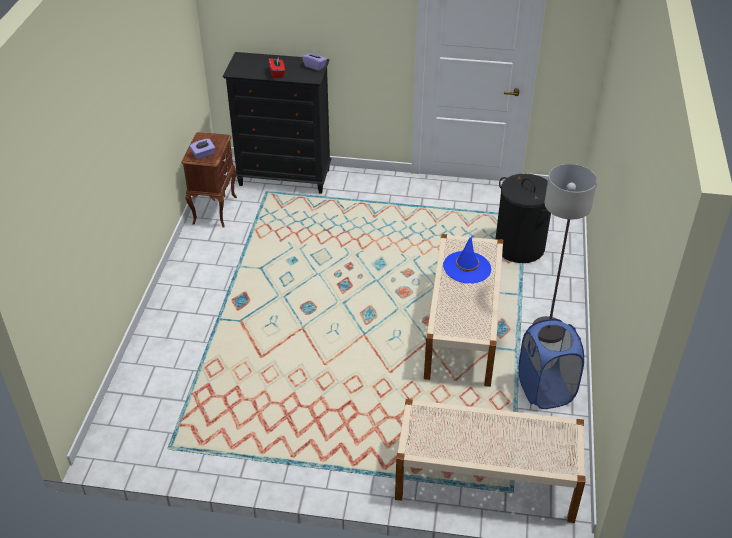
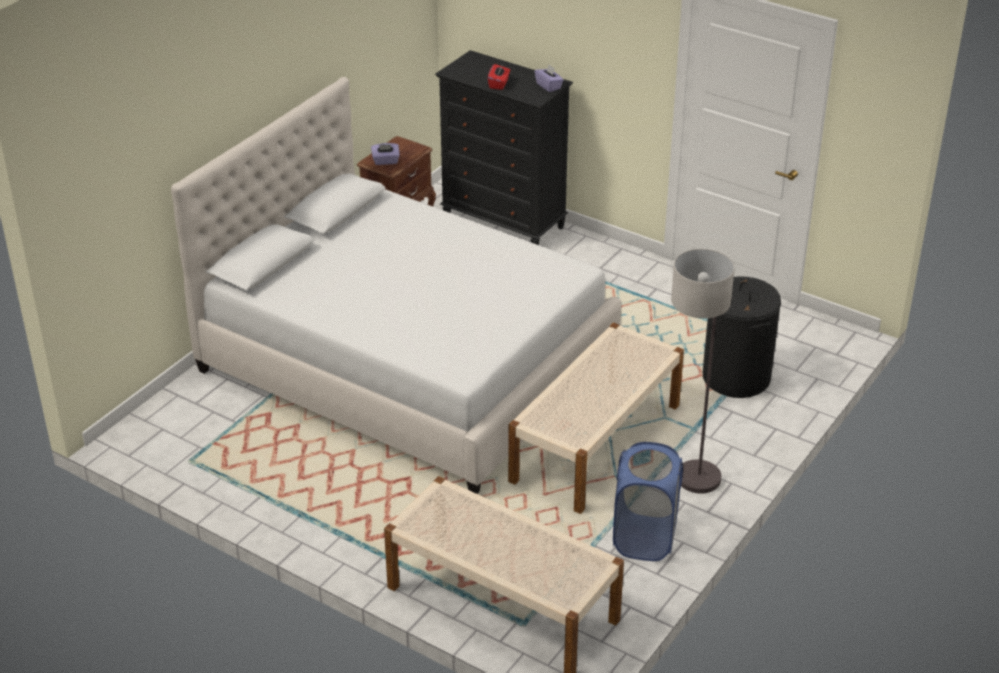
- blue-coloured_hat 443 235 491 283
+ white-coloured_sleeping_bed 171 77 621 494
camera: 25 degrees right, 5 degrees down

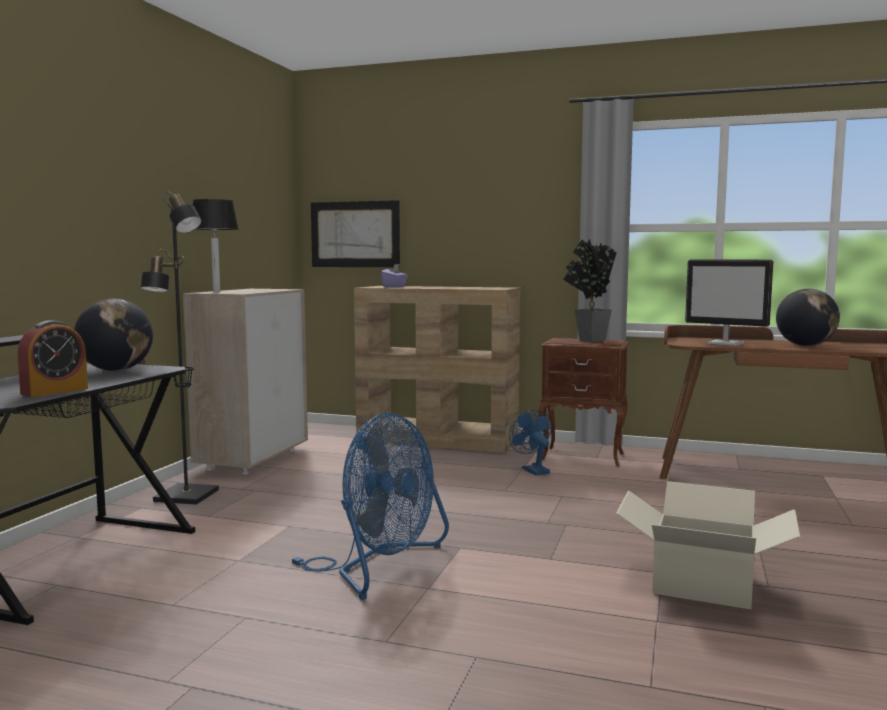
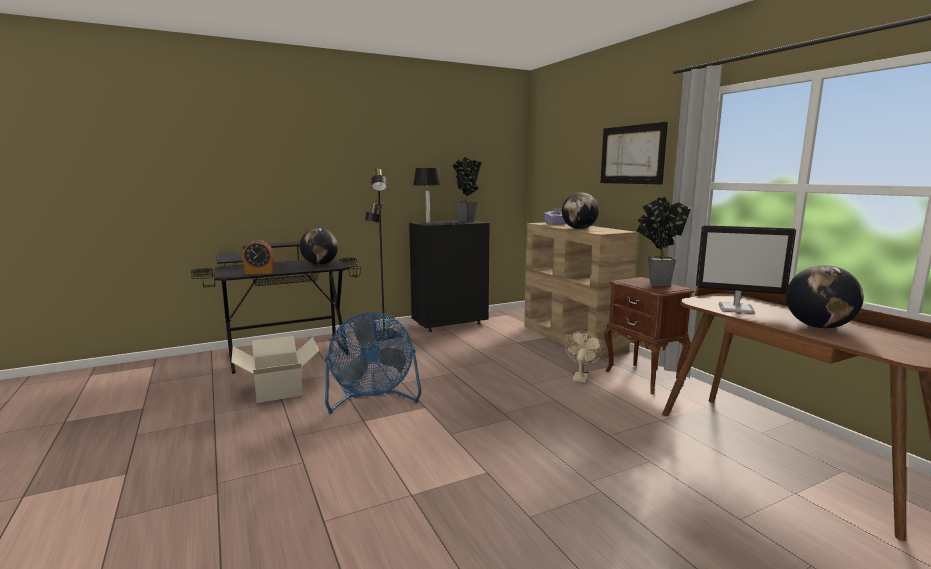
+ potted_plant 453 157 481 222
+ world_globe 562 192 599 229
~ wall_picture 311 200 400 267 to 600 122 668 185
~ cardboard_box 616 481 800 609 to 231 336 319 403
~ beige-coloured_cabinet 183 289 308 475 to blackish_cabinet 409 220 490 332
~ blue-coloured_electric_fan 509 409 552 476 to beige-coloured_electric_fan 565 331 603 383
~ computer_screen 685 260 773 346 = 696 225 796 313 60 degrees counterclockwise
camera: 45 degrees right, 5 degrees up

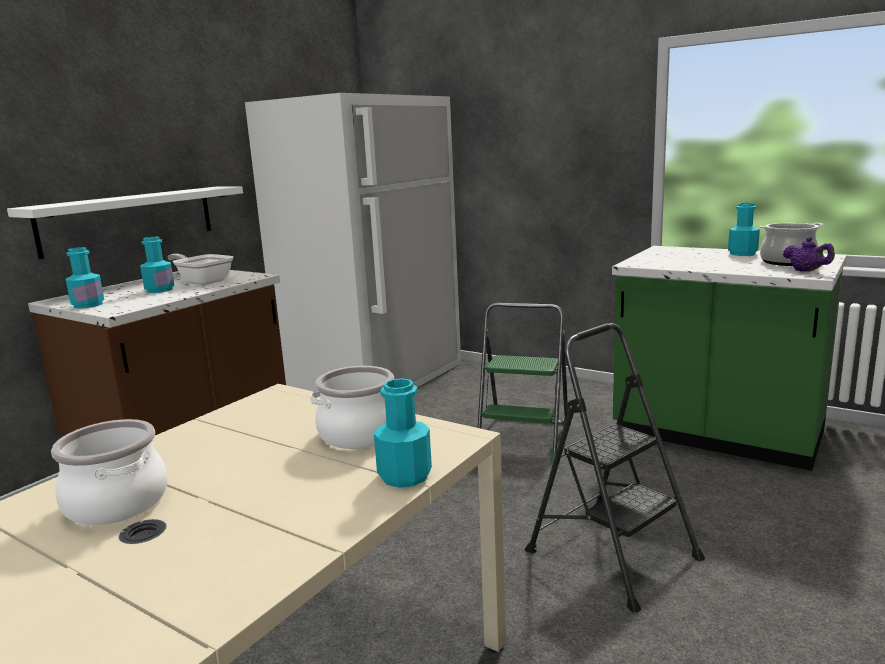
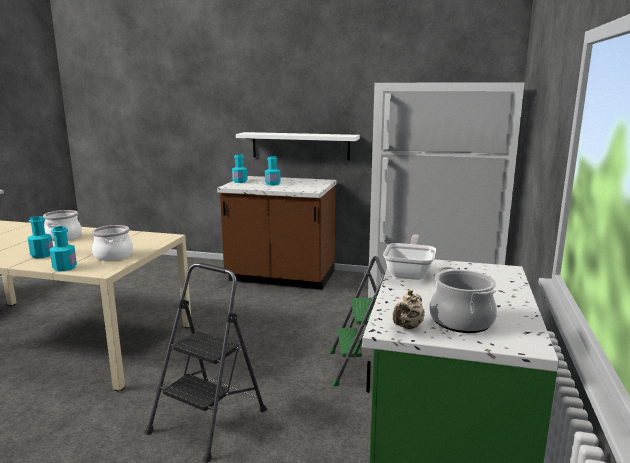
~ pan 168 254 233 285 to 383 235 436 280
~ turquoise-coloured_beverage_bottle 728 203 760 256 to 27 216 53 258
~ purplish_pot_for_tea 783 237 835 272 to beige-coloured_pot_for_tea 392 289 425 329
camera: 70 degrees right, 0 degrees up

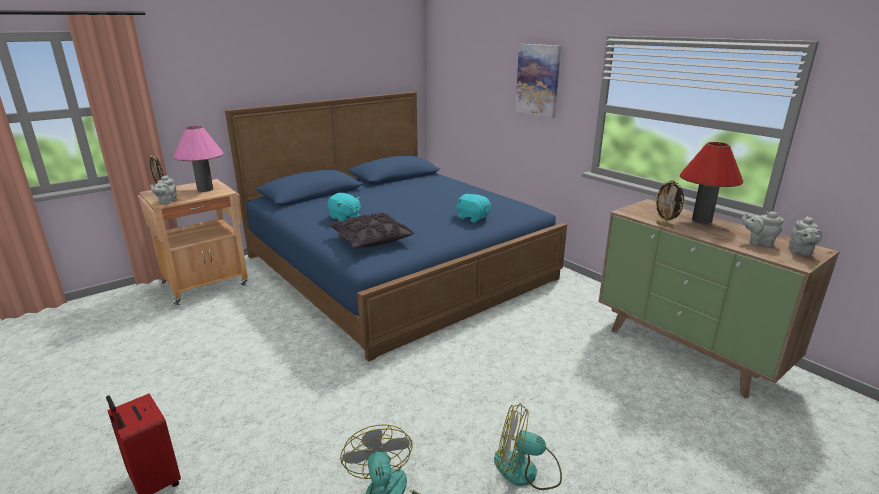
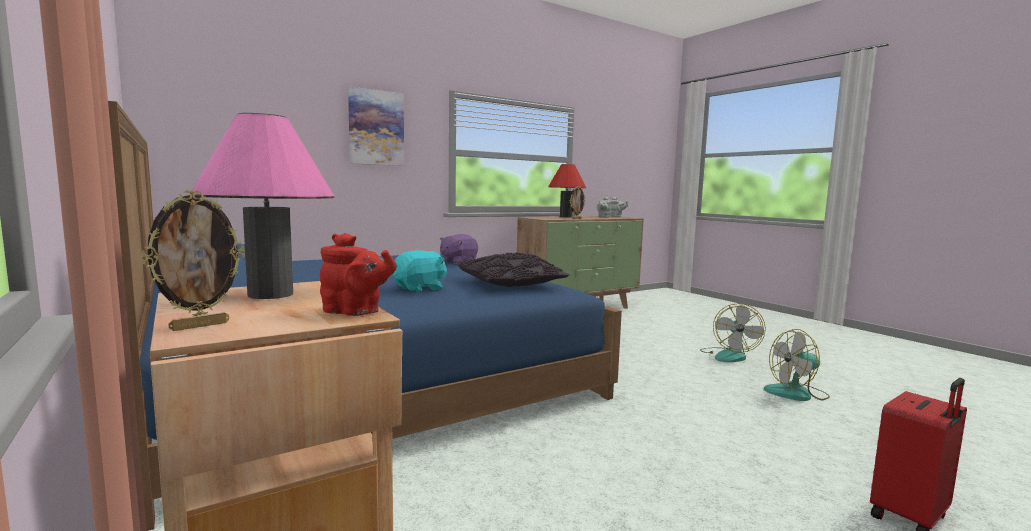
~ greyish_pot_for_tea 150 175 177 204 to reddish_pot_for_tea 320 233 396 316
~ turquoise-coloured_cuddly_toy 456 193 491 223 to purplish_cuddly_toy 440 234 478 264
camera: 85 degrees left, 15 degrees down

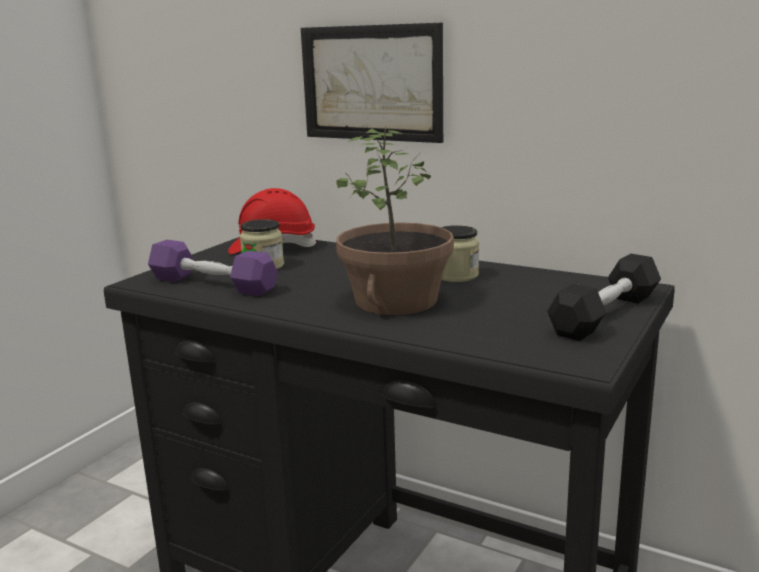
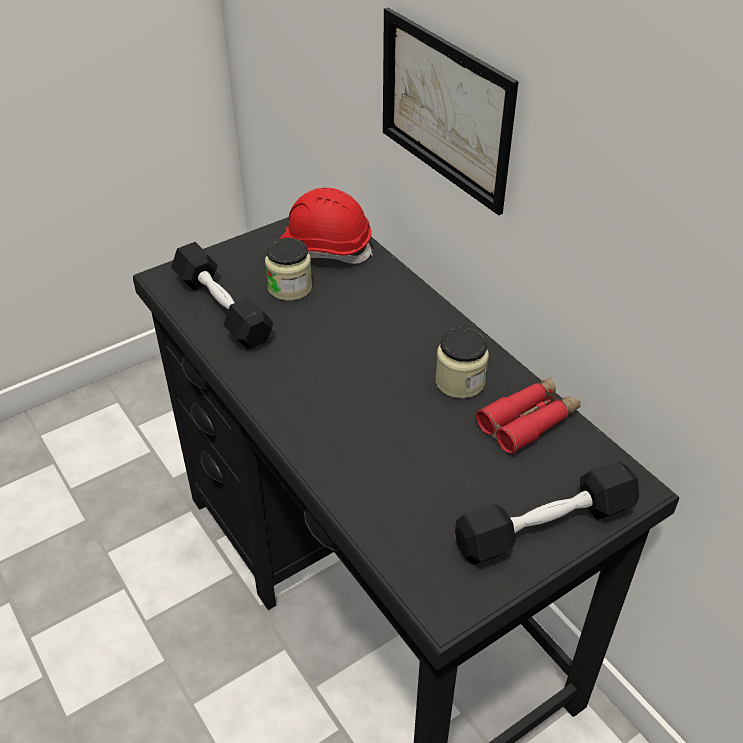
- potted_plant 336 127 454 315
+ reddish_binoculars 476 377 581 454
~ purplish_hand_weight 148 240 278 296 to blackish_hand_weight 171 242 273 350
camera: 25 degrees right, 25 degrees up

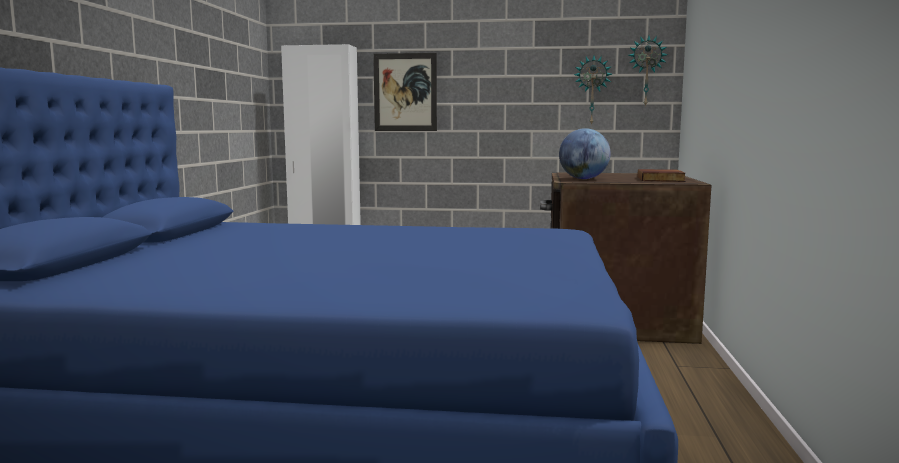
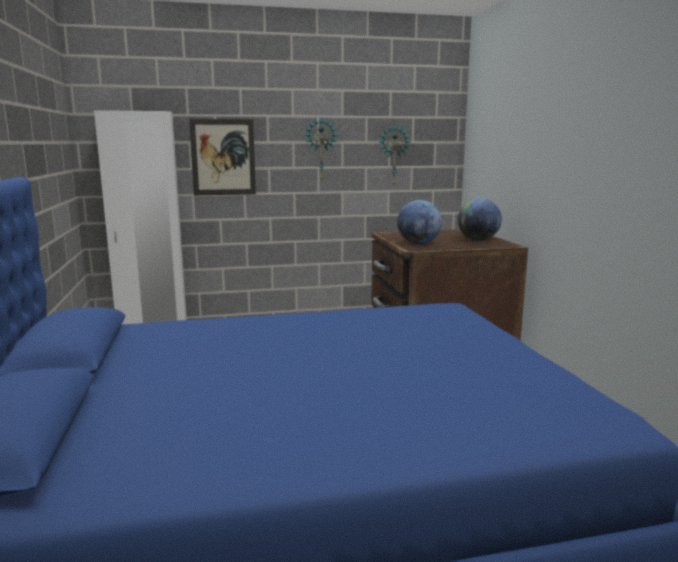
~ clock_on_the_wall 628 36 668 107 to 305 117 338 182
~ book 637 169 686 182 to world_globe 458 198 502 241
camera: 20 degrees left, 5 degrees up

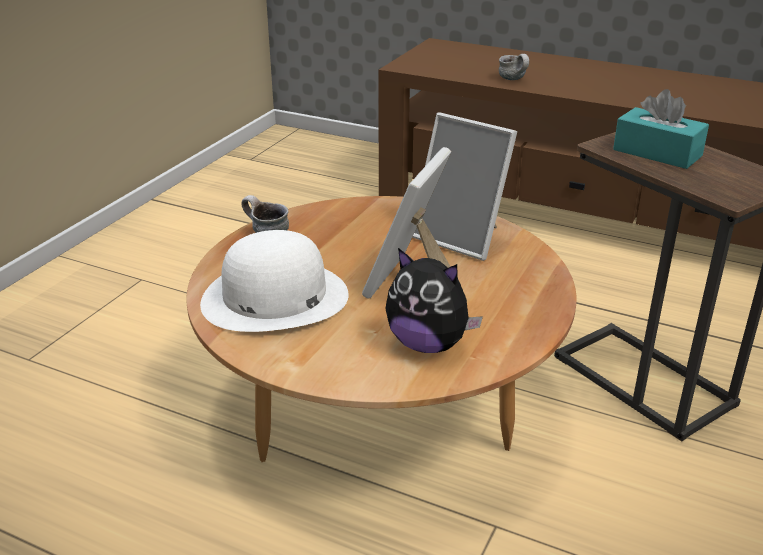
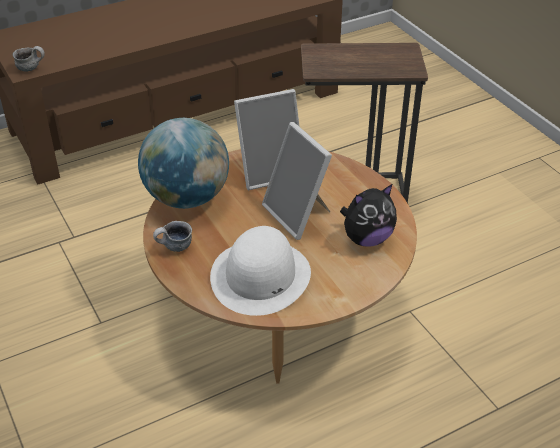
- turquoise-coloured_box_of_tissues 613 89 709 169
+ world_globe 138 118 229 209
~ coffee_mug 499 54 529 80 to 13 46 45 71
camera: 55 degrees left, 10 degrees up

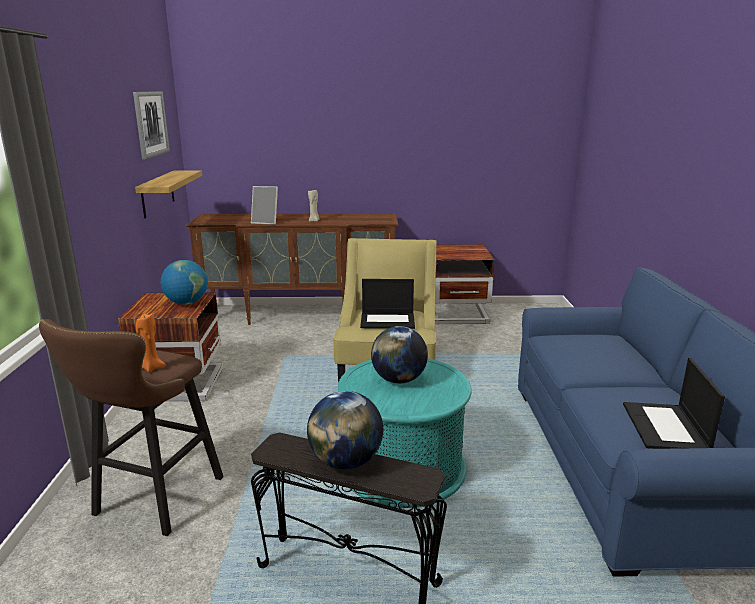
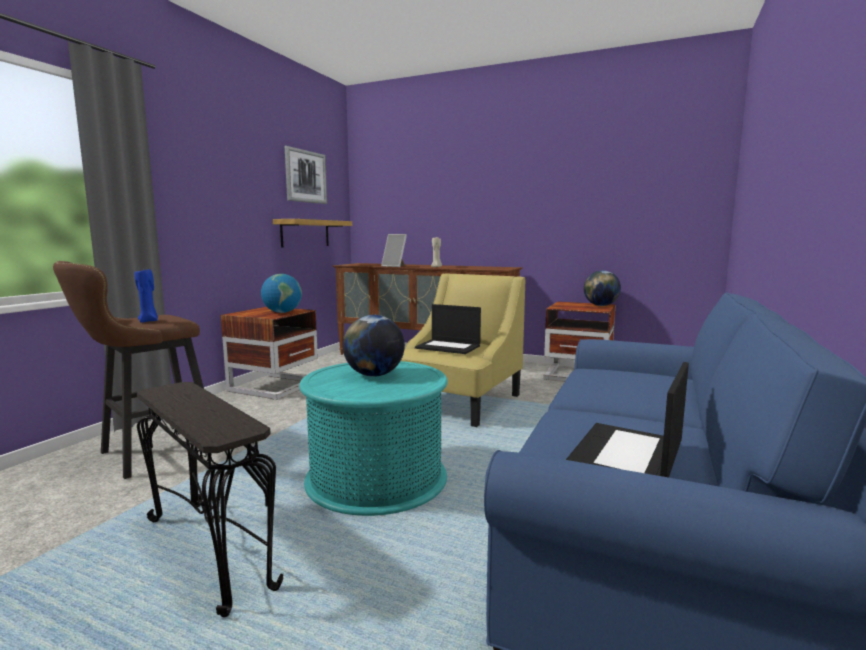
~ world_globe 307 391 383 469 to 584 270 621 306
~ orangey_wax_light 136 312 166 372 to blue-coloured_wax_light 135 269 158 323
camera: 25 degrees right, 10 degrees down

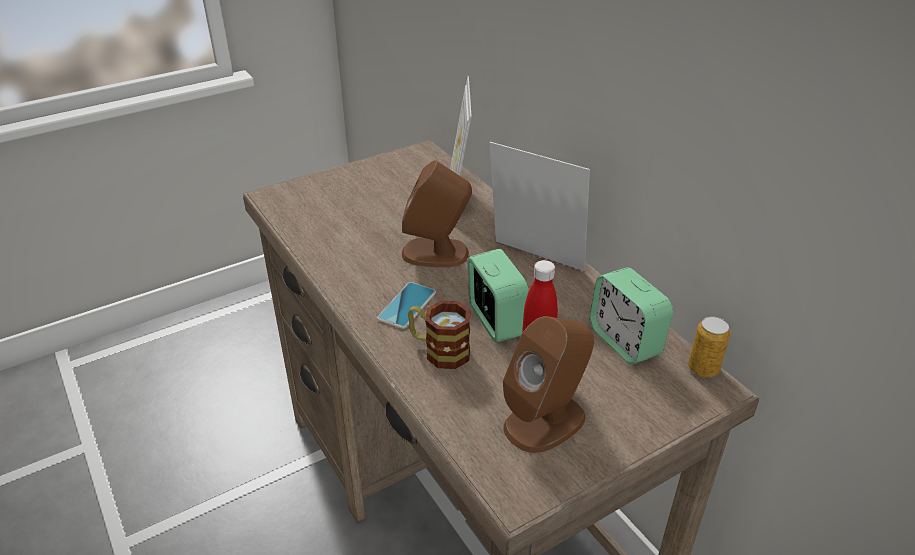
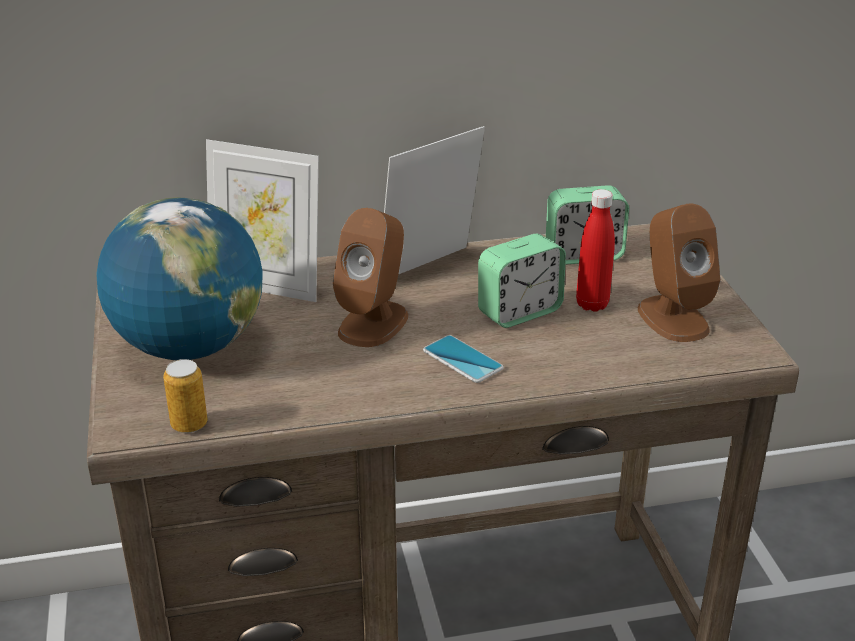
- coffee_mug 408 301 471 369
+ world_globe 96 197 263 360
~ metal_can 688 316 730 377 to 163 359 207 433
~ alarm_clock 468 249 529 342 = 478 234 566 328 150 degrees clockwise
camera: 70 degrees left, 5 degrees down

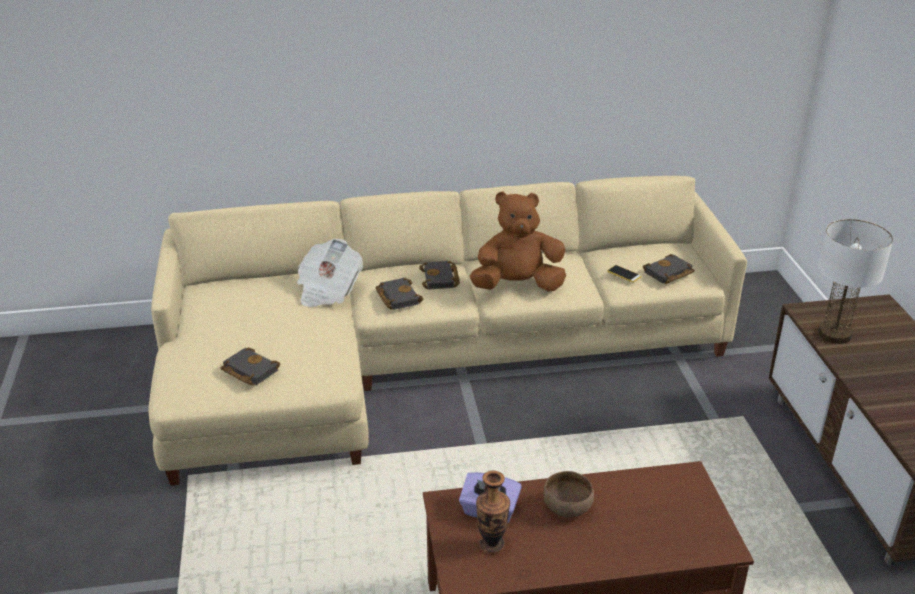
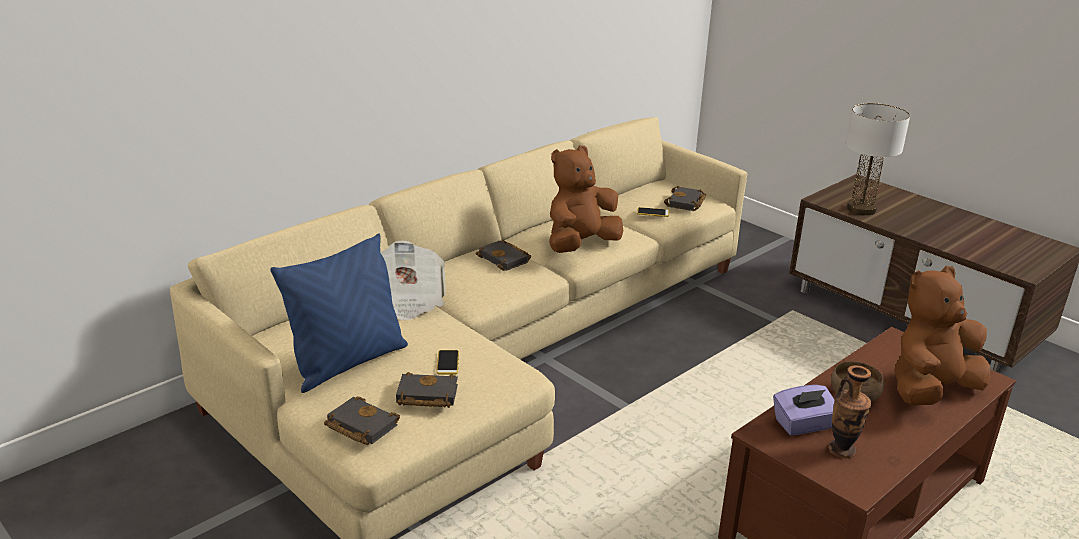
+ blue-coloured_cushion 270 233 408 393
+ telephone 436 350 459 374
+ brown-coloured_cuddly_toy 894 266 990 405
~ blackish_book 376 278 423 310 to 324 396 400 445
camera: 35 degrees left, 5 degrees down

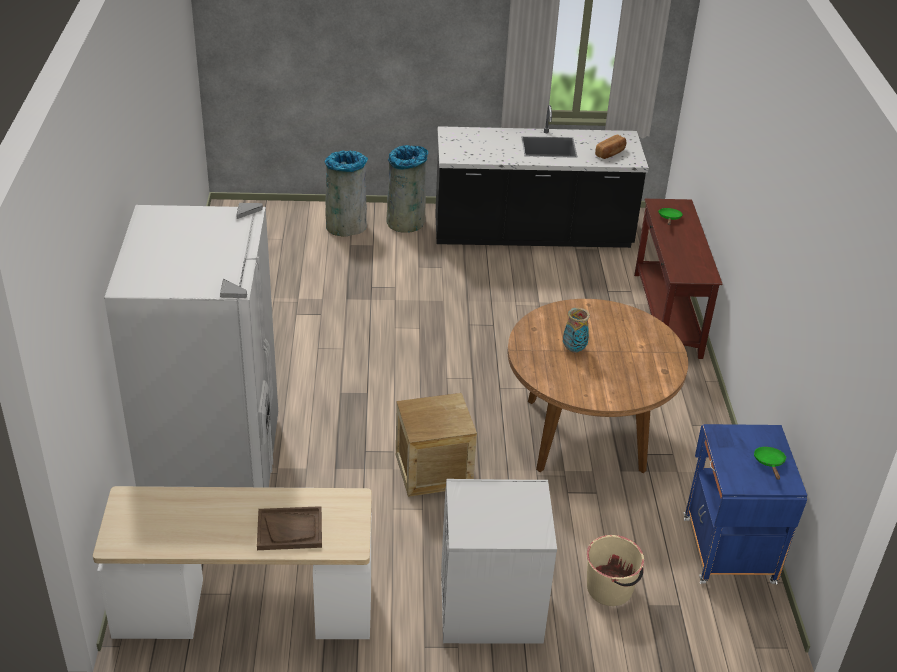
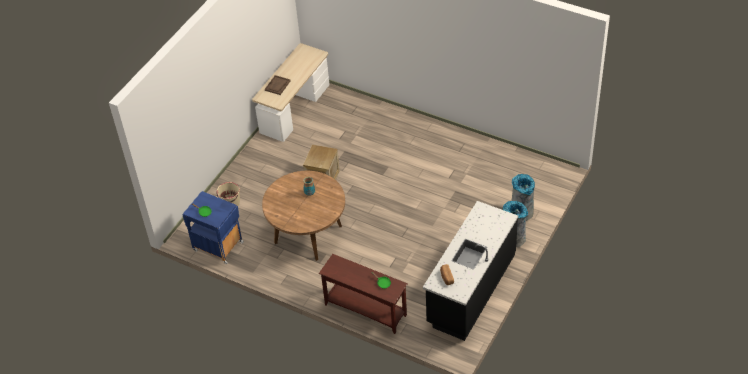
- white-coloured_kitchen_fridge 104 203 278 487
- white-coloured_laundry_appliance 441 479 557 644
camera: 125 degrees right, 10 degrees up

